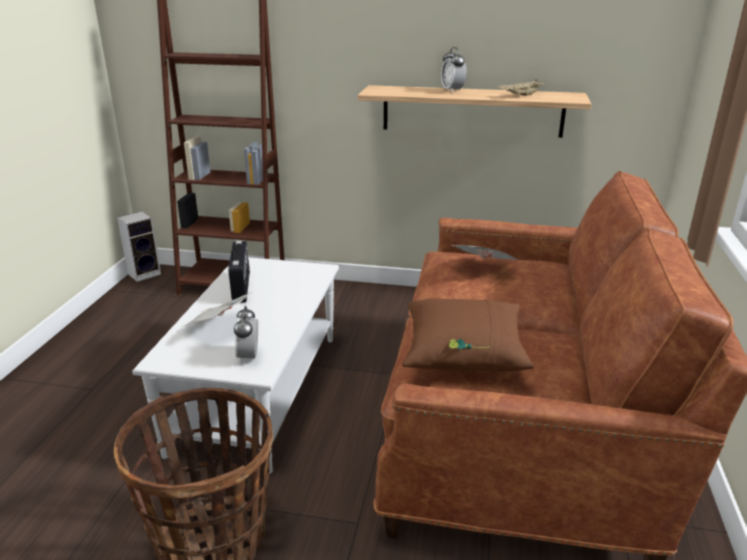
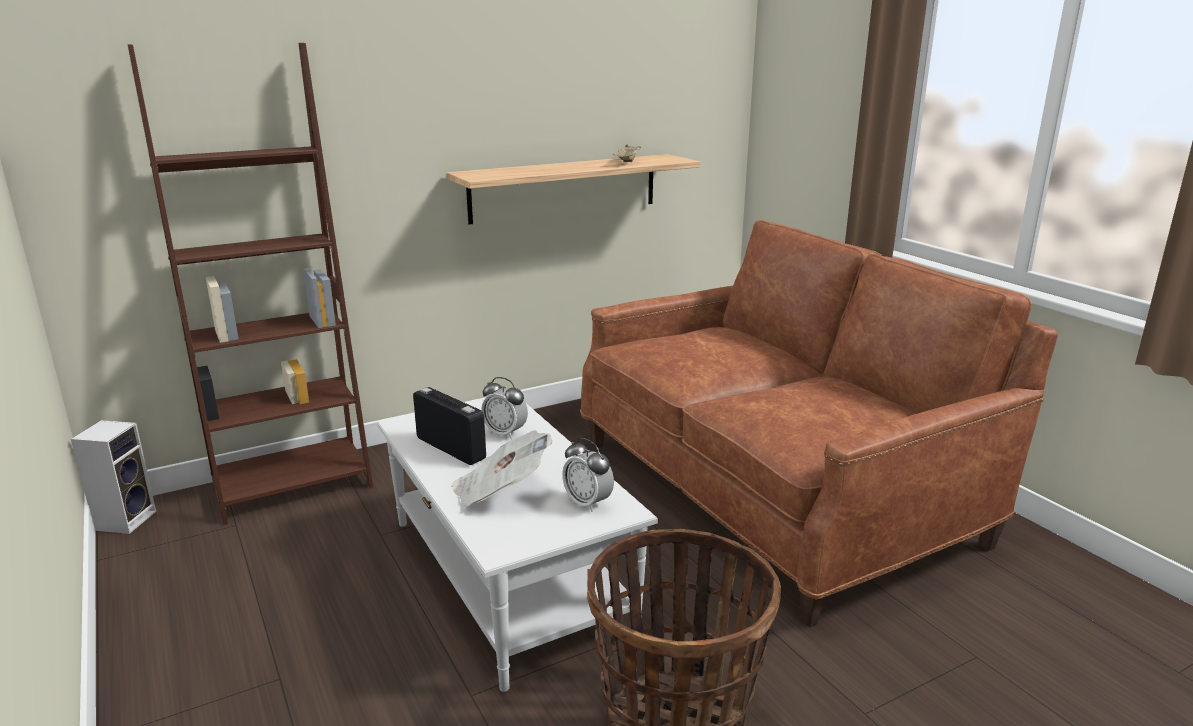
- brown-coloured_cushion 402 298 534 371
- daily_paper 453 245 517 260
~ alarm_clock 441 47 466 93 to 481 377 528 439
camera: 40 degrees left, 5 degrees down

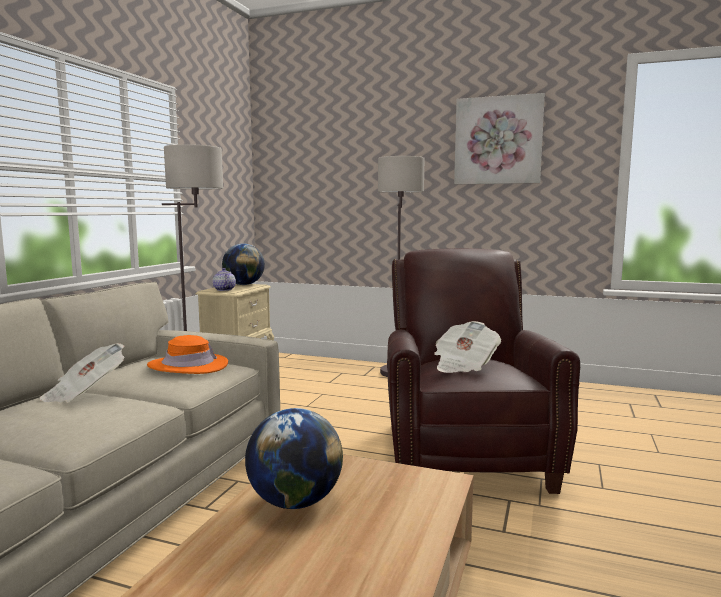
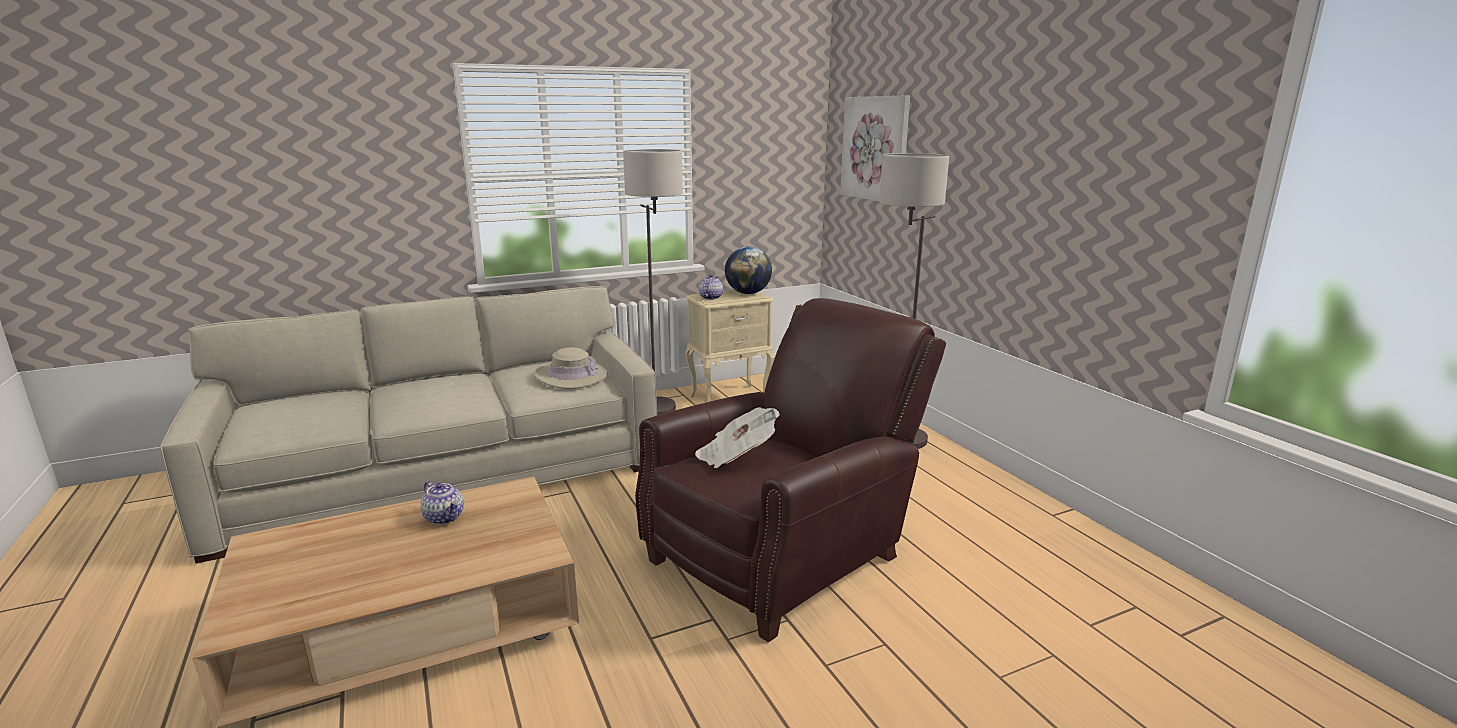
- daily_paper 40 343 125 403
~ wall_picture 454 93 545 184 to 840 96 910 201
~ world_globe 245 408 343 509 to pot_for_tea 420 481 464 525
~ orangey_hat 147 335 228 374 to beige-coloured_hat 534 347 607 389
camera: 45 degrees right, 10 degrees up

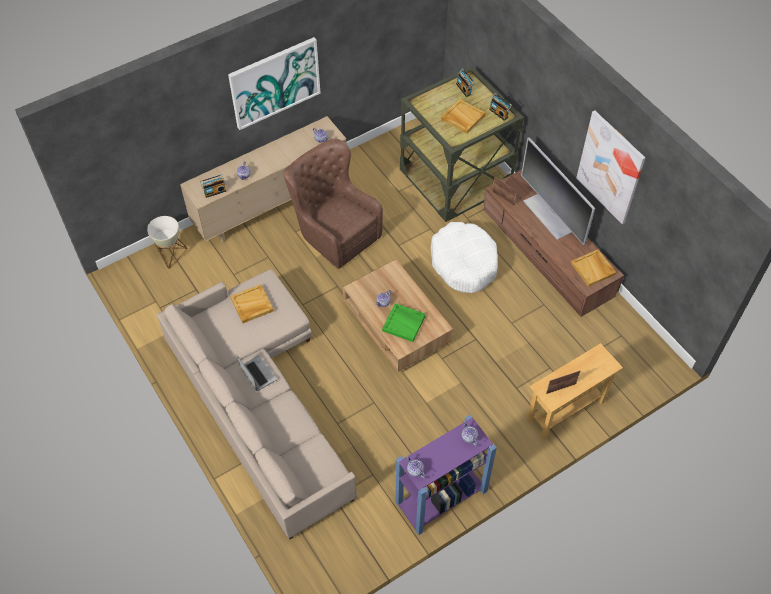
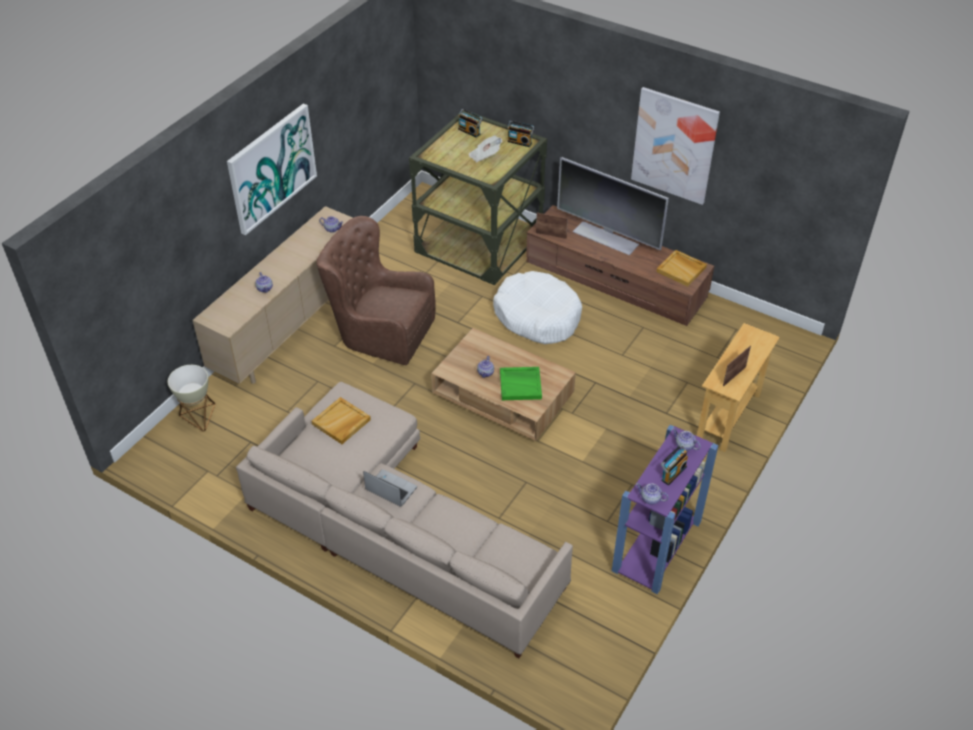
~ radio_set 200 174 226 198 to 661 444 688 485
~ beige-coloured_tray 441 99 485 134 to daily_paper 469 136 502 163
camera: 25 degrees left, 10 degrees down

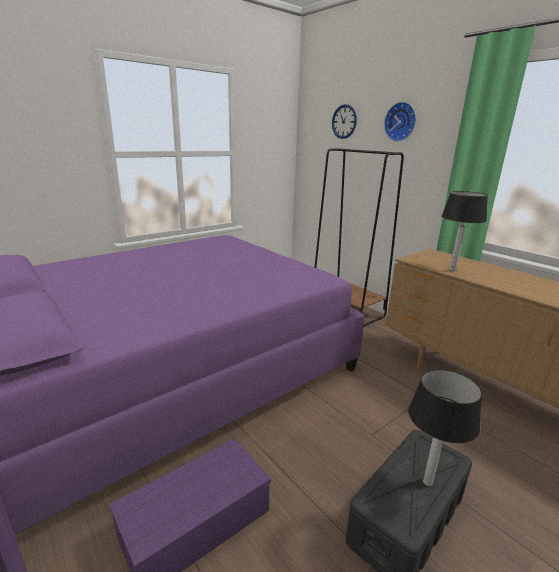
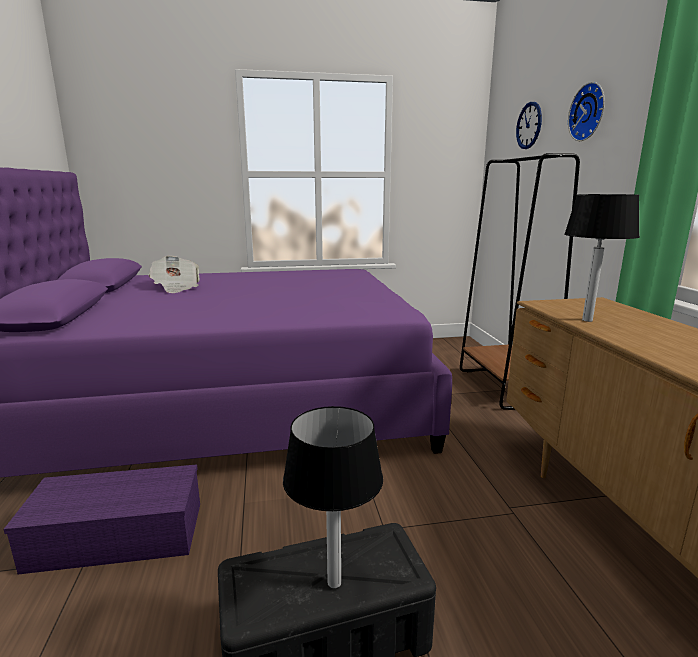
+ daily_paper 148 256 199 293
camera: 30 degrees right, 5 degrees down

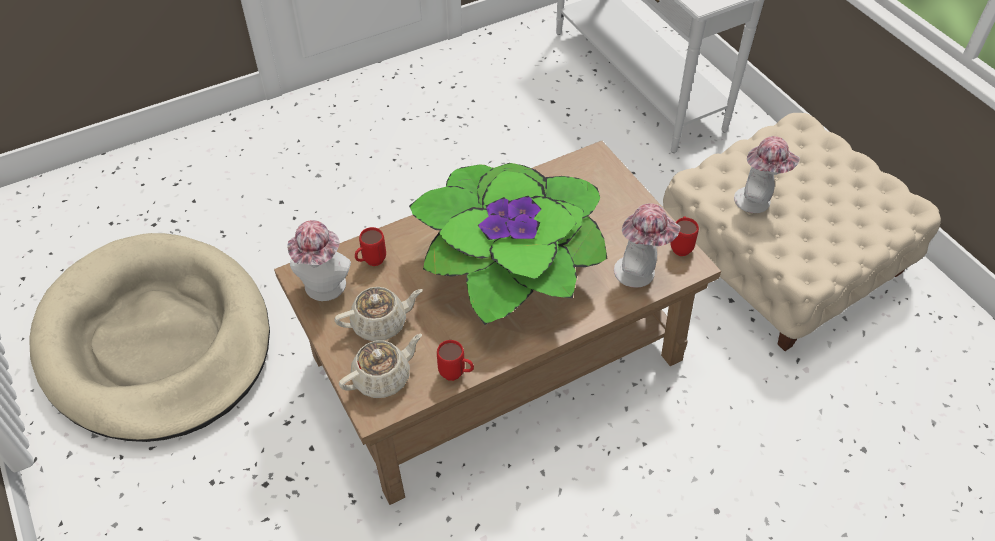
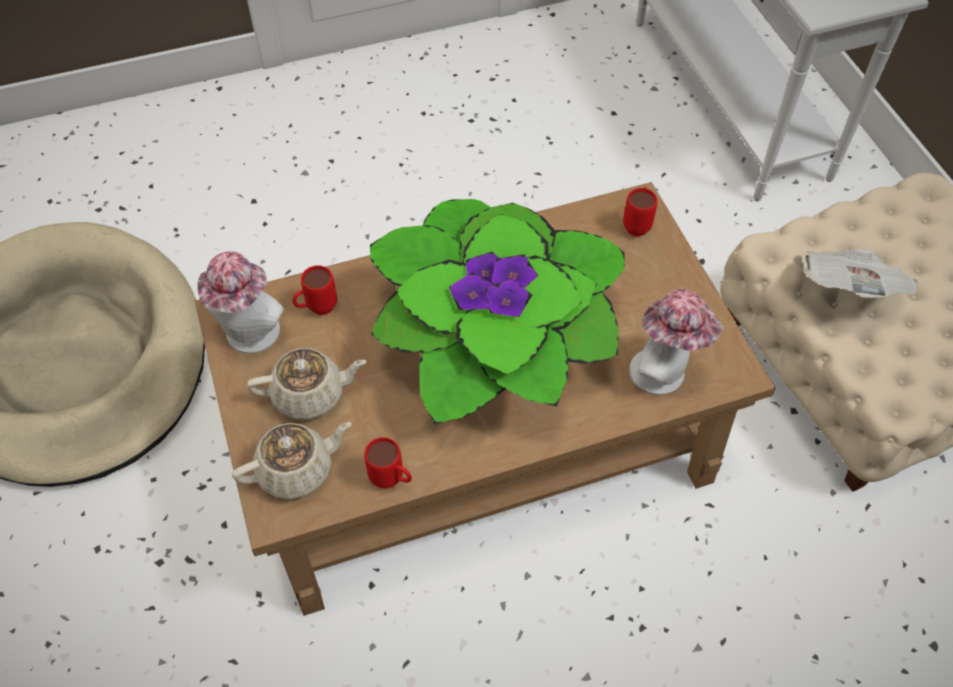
~ reddish_coffee_mug 670 216 699 256 to 623 187 657 237
~ hat 734 136 800 213 to daily_paper 803 248 918 298
camera: 10 degrees right, 5 degrees up

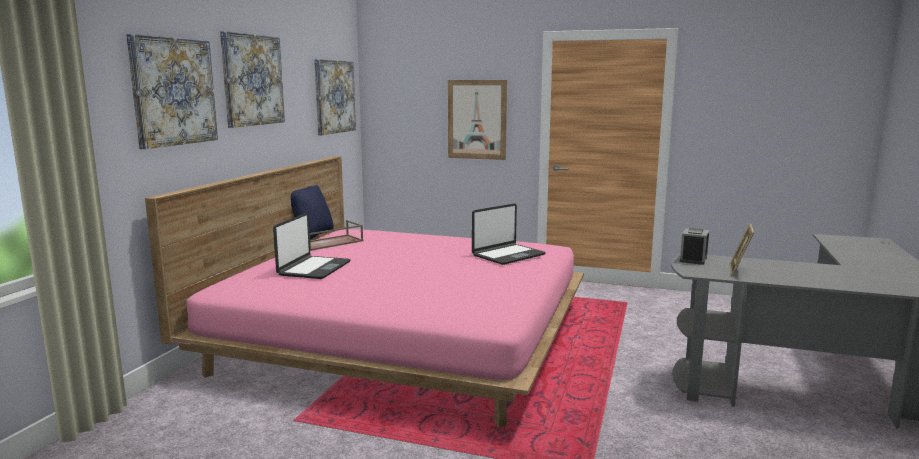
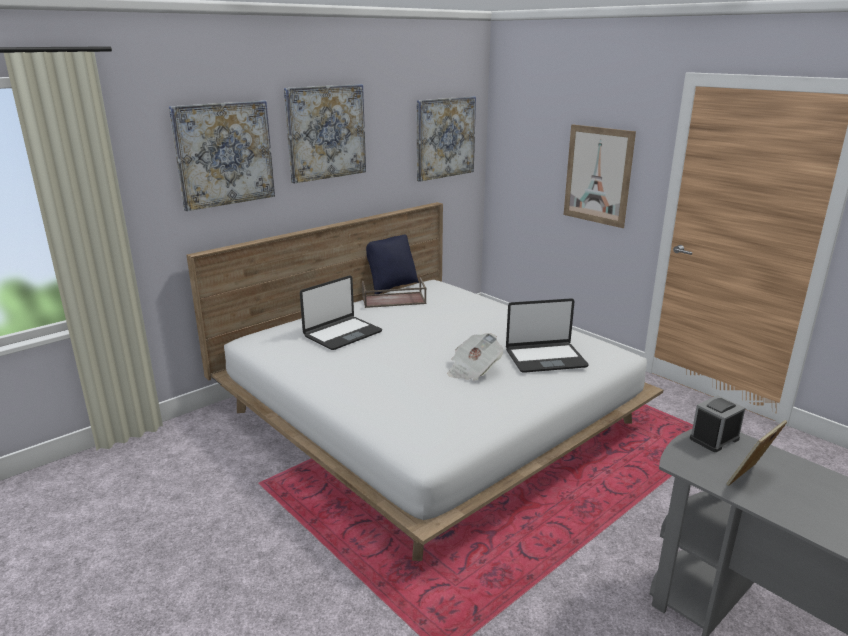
+ daily_paper 447 333 503 381
~ pink-coloured_sleeping_bed 145 156 584 428 to white-coloured_sleeping_bed 187 202 663 561
camera: 30 degrees right, 10 degrees up

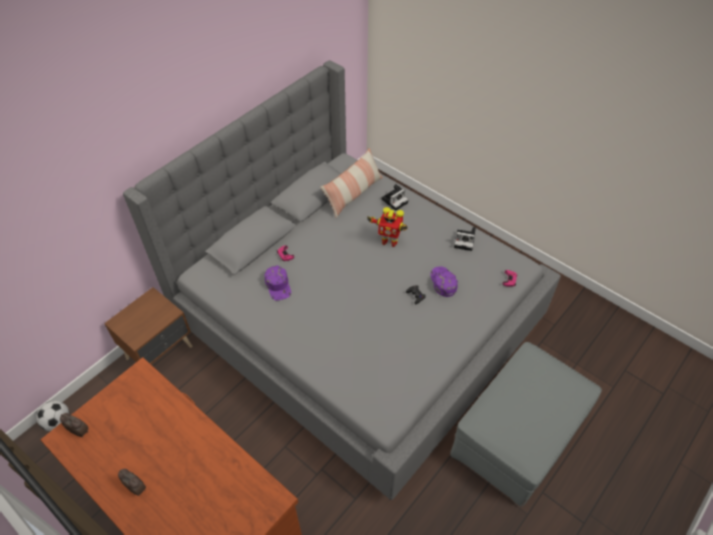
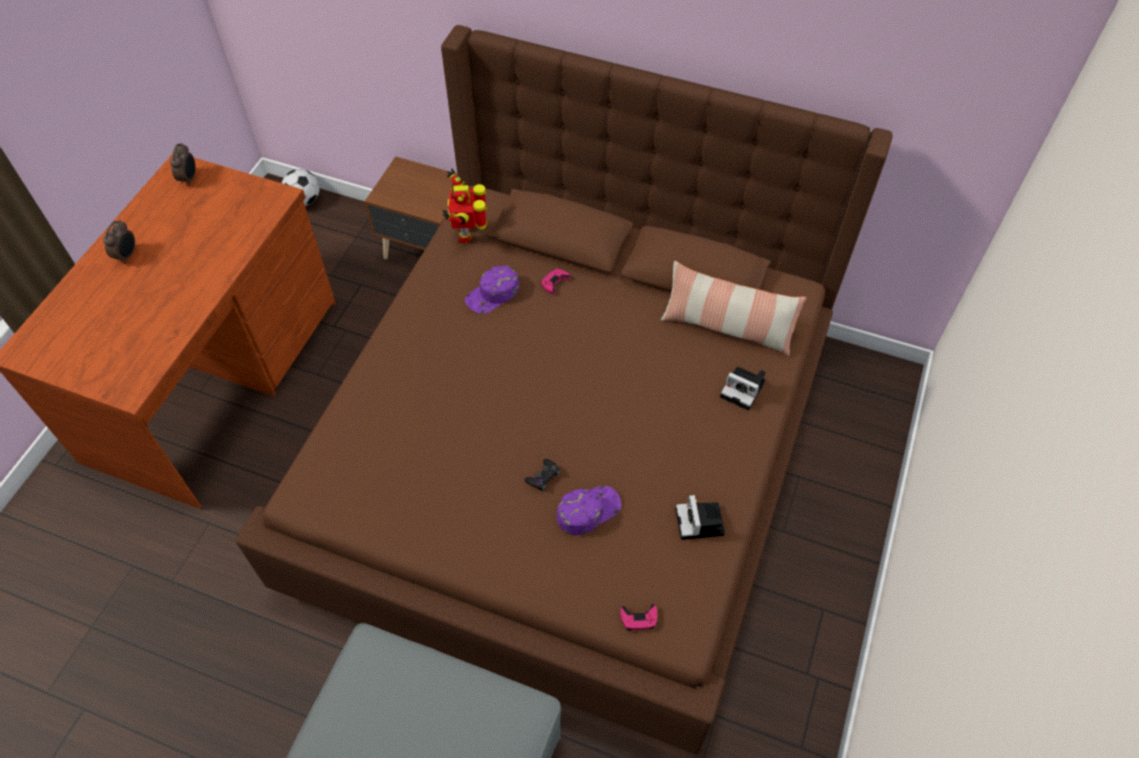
~ robot_figure 367 207 408 247 to 442 169 487 244
~ greyish_sleeping_bed 123 60 561 500 to brown-coloured_sleeping_bed 236 25 893 754
camera: 70 degrees right, 5 degrees up

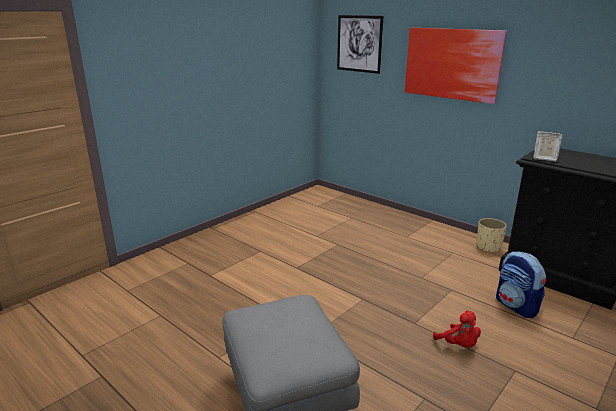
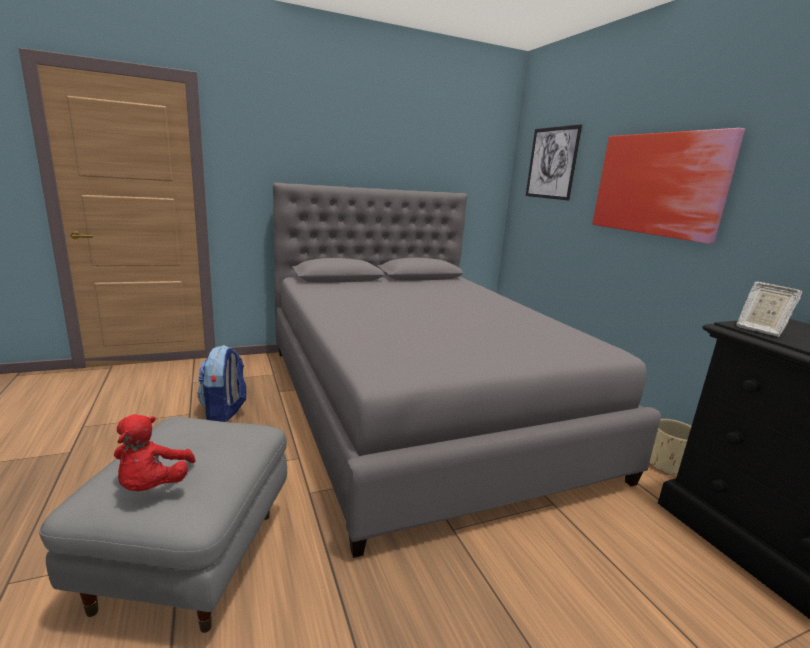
+ greyish_sleeping_bed 273 183 661 558
~ reddish_cuddly_toy 433 310 481 348 to 114 414 195 491
~ knapsack 496 252 546 318 to 197 345 246 422
camera: 25 degrees right, 5 degrees down

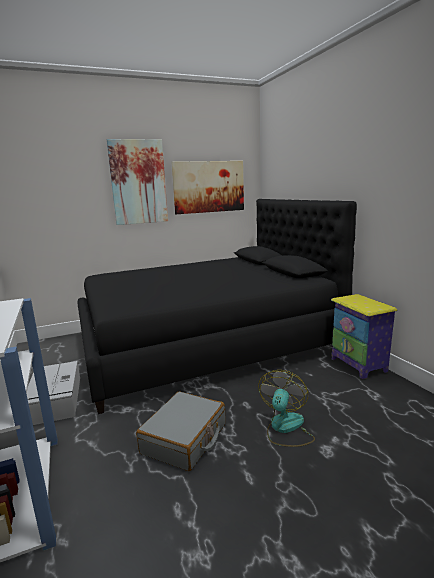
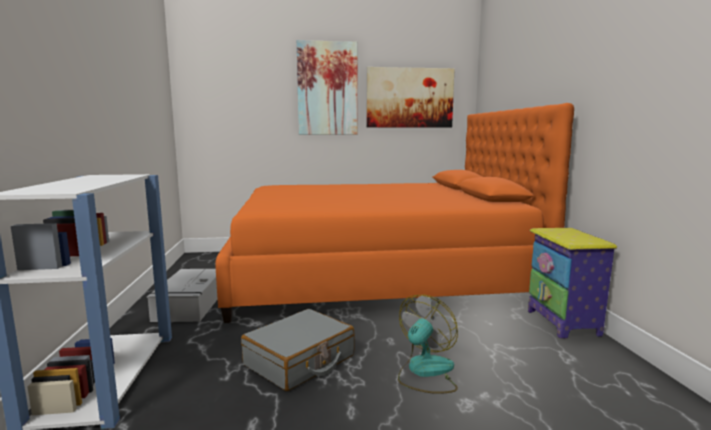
~ blackish_sleeping_bed 77 199 357 414 to orangey_sleeping_bed 215 103 574 323
camera: 15 degrees right, 5 degrees down

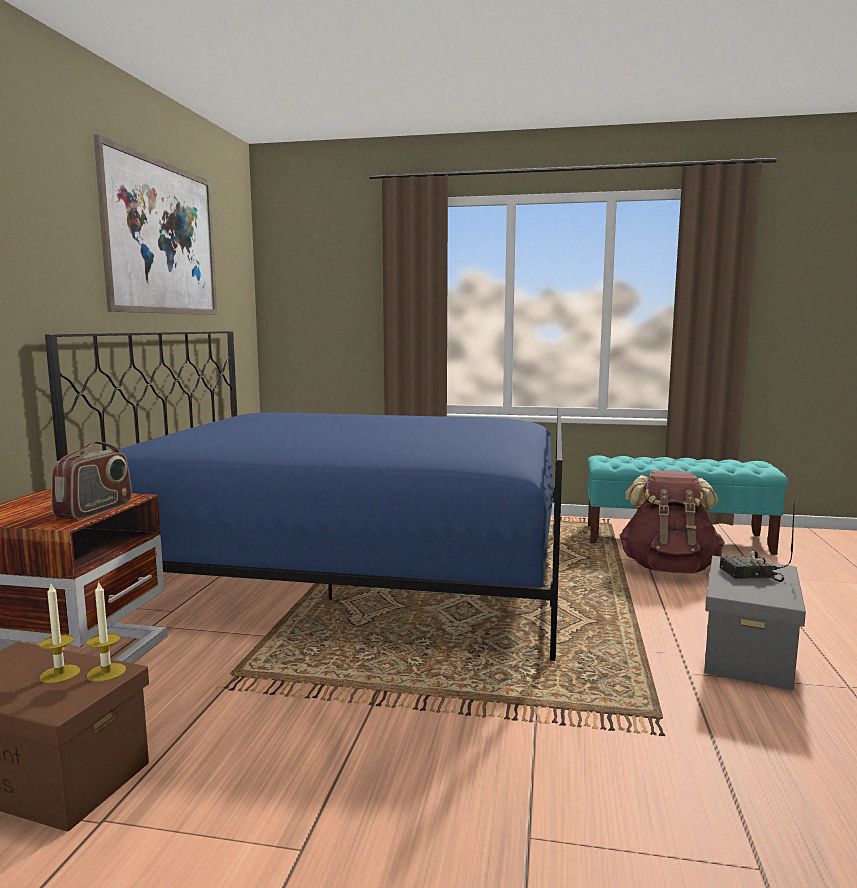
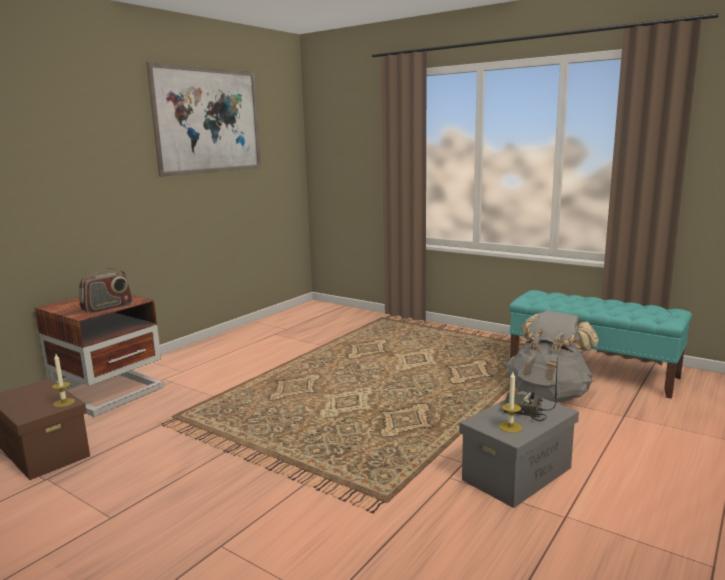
- blue-coloured_sleeping_bed 45 331 562 661
~ wax_light 39 584 80 684 to 499 372 522 433
~ brown-coloured_knapsack 619 470 725 573 to greyish_knapsack 507 311 599 402
camera: 25 degrees right, 5 degrees up

